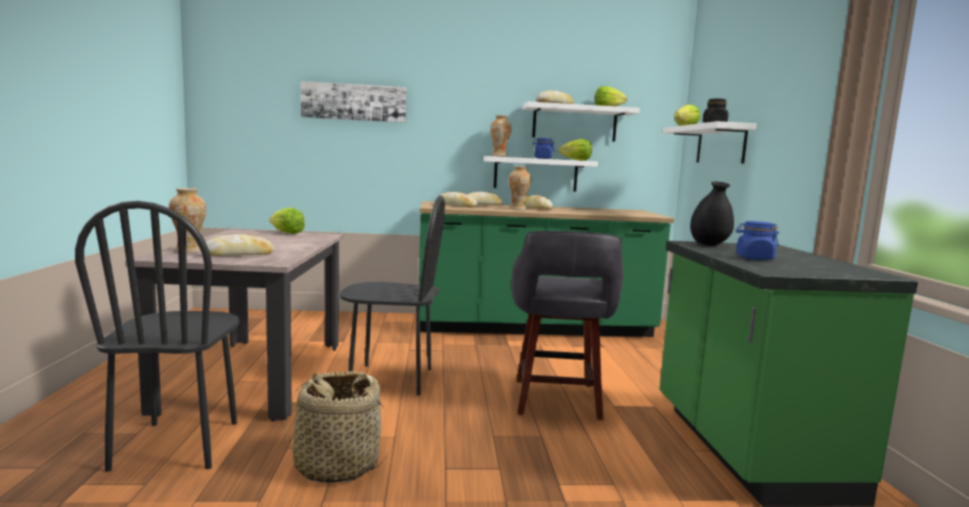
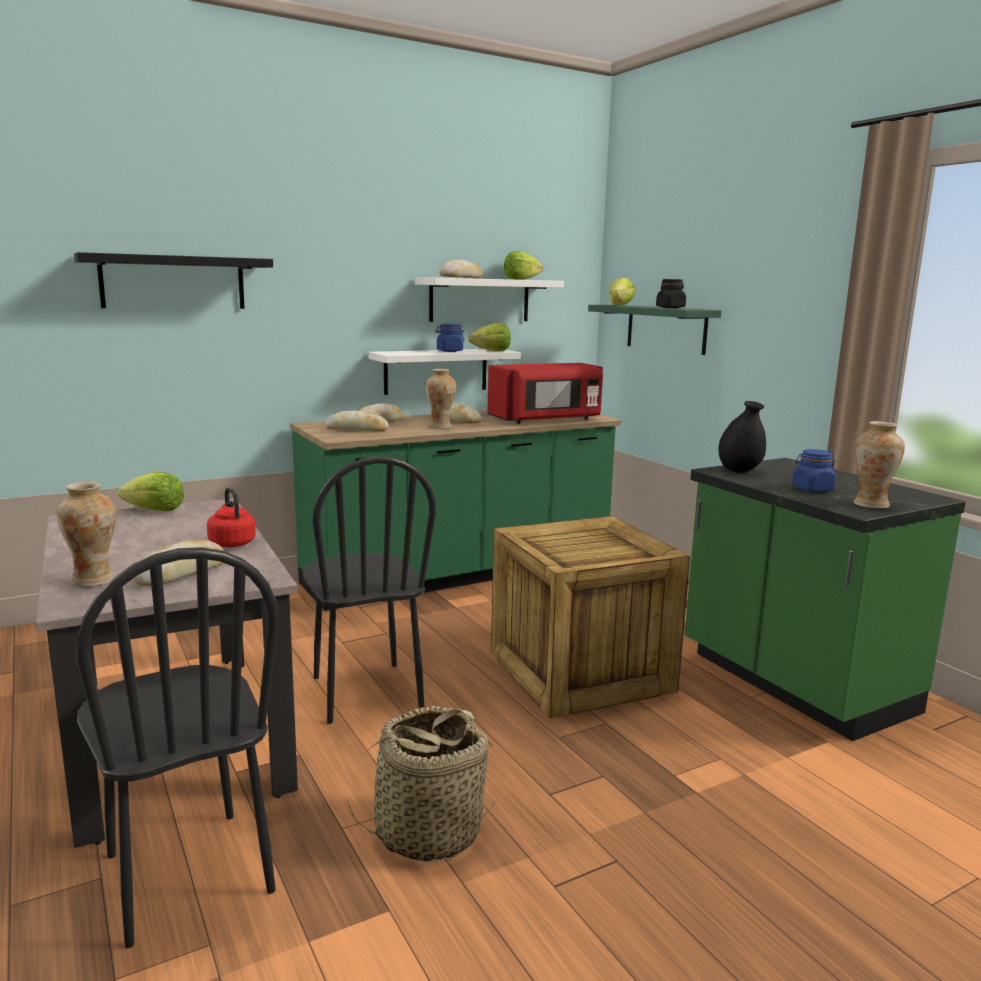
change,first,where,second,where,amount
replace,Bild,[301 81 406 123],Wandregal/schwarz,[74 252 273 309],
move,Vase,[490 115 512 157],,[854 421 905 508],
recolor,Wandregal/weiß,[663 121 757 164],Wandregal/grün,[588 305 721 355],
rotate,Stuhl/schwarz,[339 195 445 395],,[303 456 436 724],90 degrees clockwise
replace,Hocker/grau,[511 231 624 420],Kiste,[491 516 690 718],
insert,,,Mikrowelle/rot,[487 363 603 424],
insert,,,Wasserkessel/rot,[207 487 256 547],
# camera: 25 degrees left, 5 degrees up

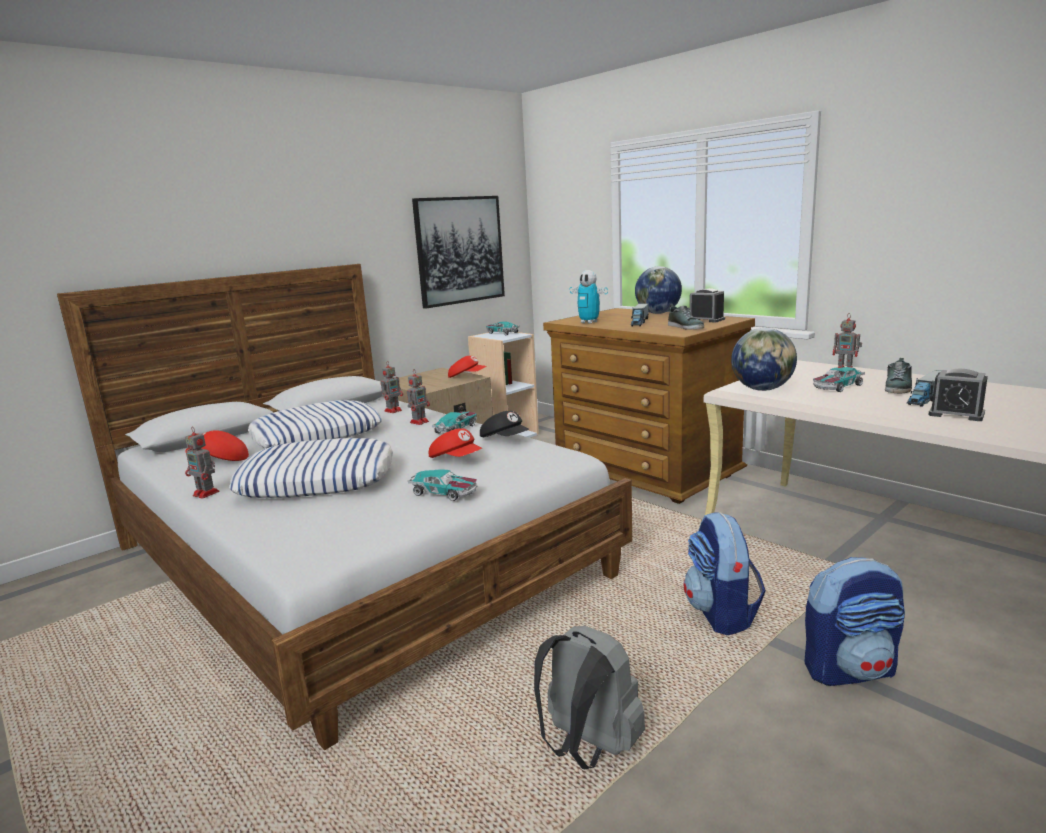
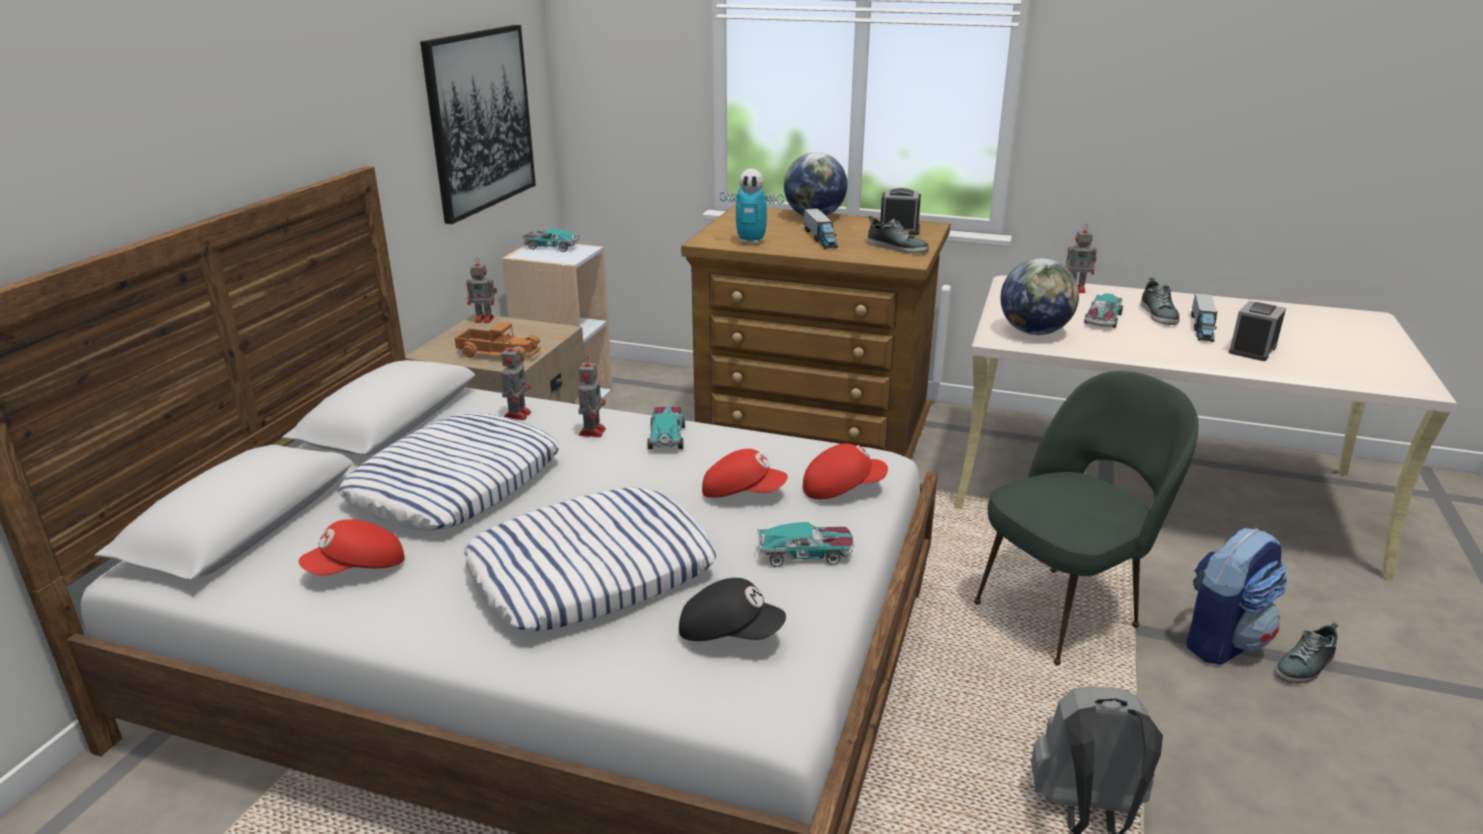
change,first,where,second,where,amount
move,Kappe/rot,[448 356 486 378],,[803 443 888 500],
rotate,Wecker,[928 369 988 421],,[1229 301 1286 361],120 degrees clockwise
move,Kappe/schwarz,[480 411 529 437],,[679 578 786 641],
move,Spielzeugroboter,[185 427 220 499],,[466 257 497 323],
replace,Rucksack,[684 512 766 635],Stuhl/grün,[974 371 1199 665],
insert,,,Spielzeuglaster,[455 322 541 362],
insert,,,Schuh,[1274 622 1338 683],
# camera: 30 degrees left, 10 degrees up

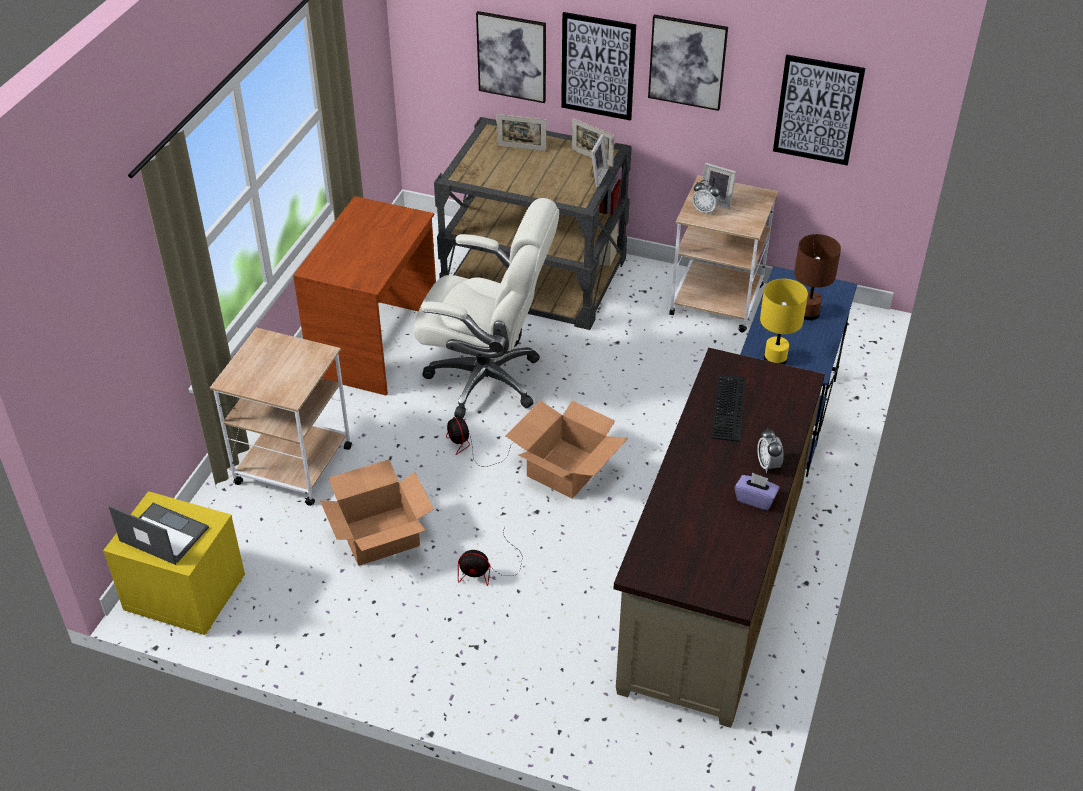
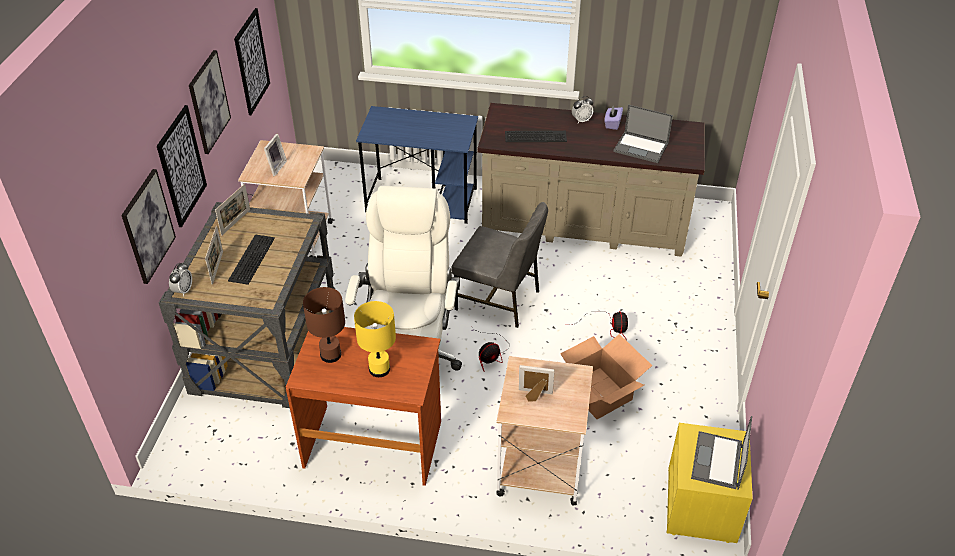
change,first,where,second,where,amount
move,Bilderrahmen,[590 134 608 187],,[519 365 554 402],
move,Wecker,[692 180 720 215],,[169 262 192 296],
move,Tischlampe/braun,[794 234 841 320],,[303 287 345 363],
move,Tischlampe/gelb,[760 278 808 365],,[354 301 396 377],
replace,Karton,[505 400 628 499],Stuhl/grau,[451 202 548 328],
insert,,,Laptop,[613 105 673 163],
insert,,,Tastatur,[228 234 275 285],
# camera: 100 degrees left, 0 degrees up

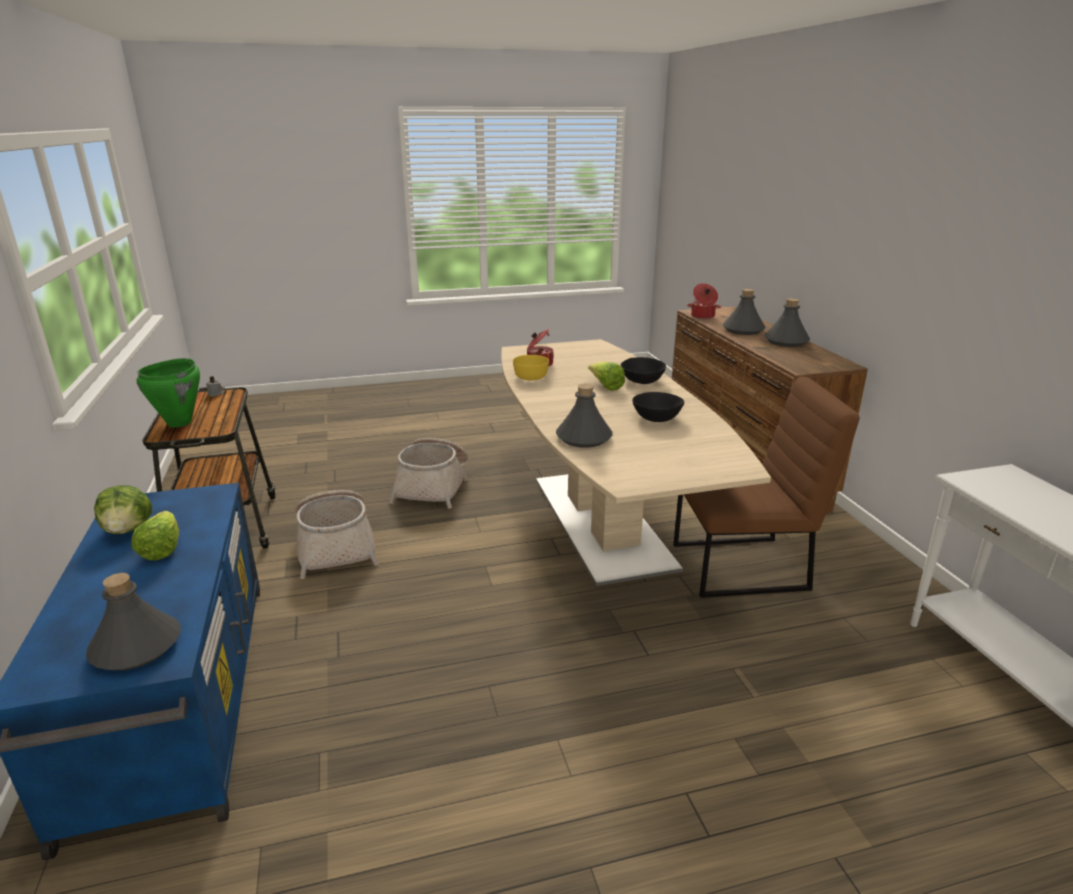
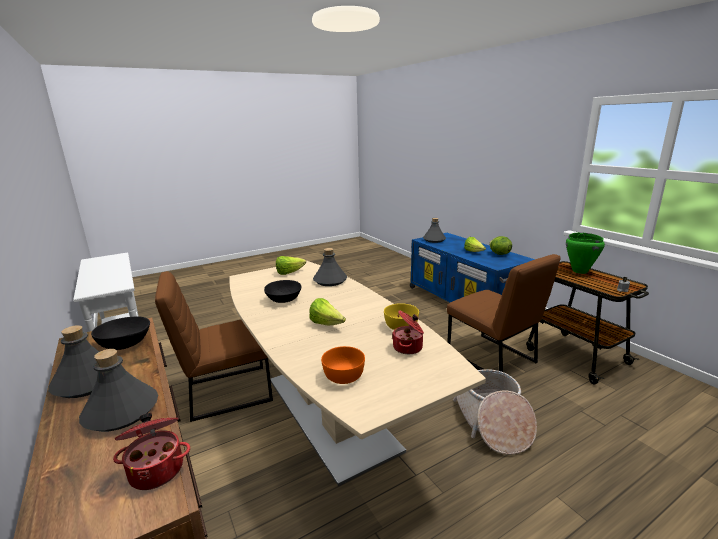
change,first,where,second,where,amount
move,Schüssel/schwarz,[621 357 666 384],,[91 316 150 350],
replace,Korb,[295 490 379 579],Stuhl/braun,[447 254 561 372],
insert,,,Salatkopf,[276 256 306 275],
insert,,,Schüssel/orange,[321 346 365 384],
# camera: 165 degrees right, 5 degrees down

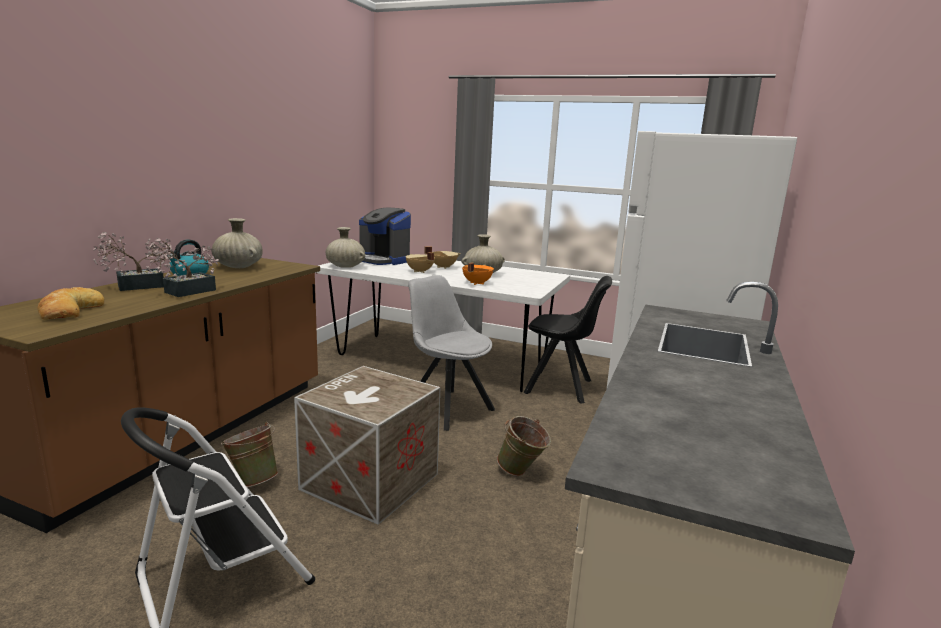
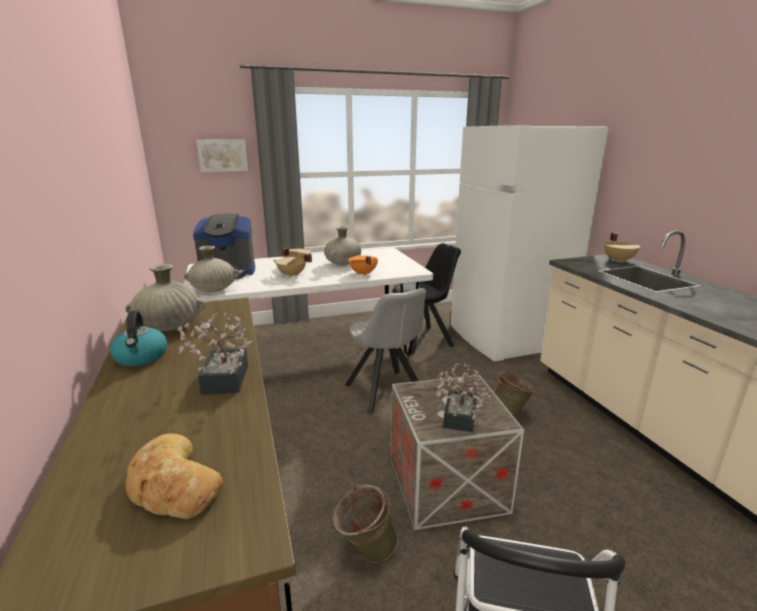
change,first,where,second,where,amount
move,Topfpflanze,[93 232 173 291],,[436 363 491 432],
rotate,Stuhl/grau,[408 275 495 431],,[345 288 426 414],120 degrees counterclockwise
insert,,,Bild,[196 139 248 172],
insert,,,Kochtopf/beige,[604 232 640 263],
# camera: 40 degrees left, 5 degrees up

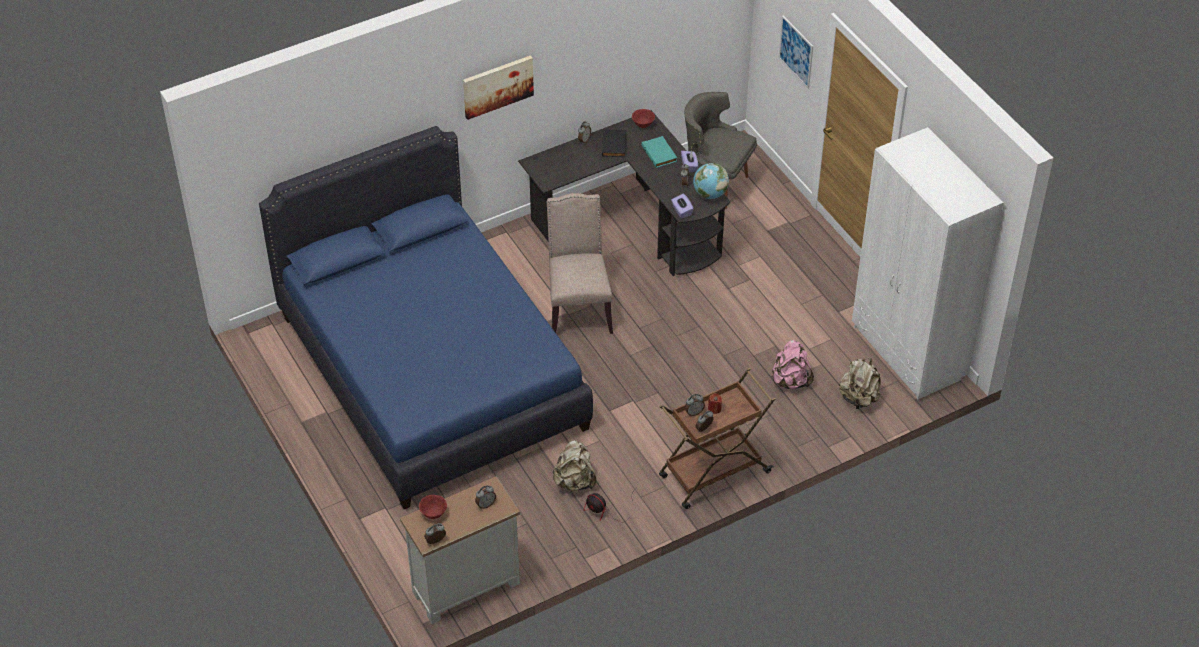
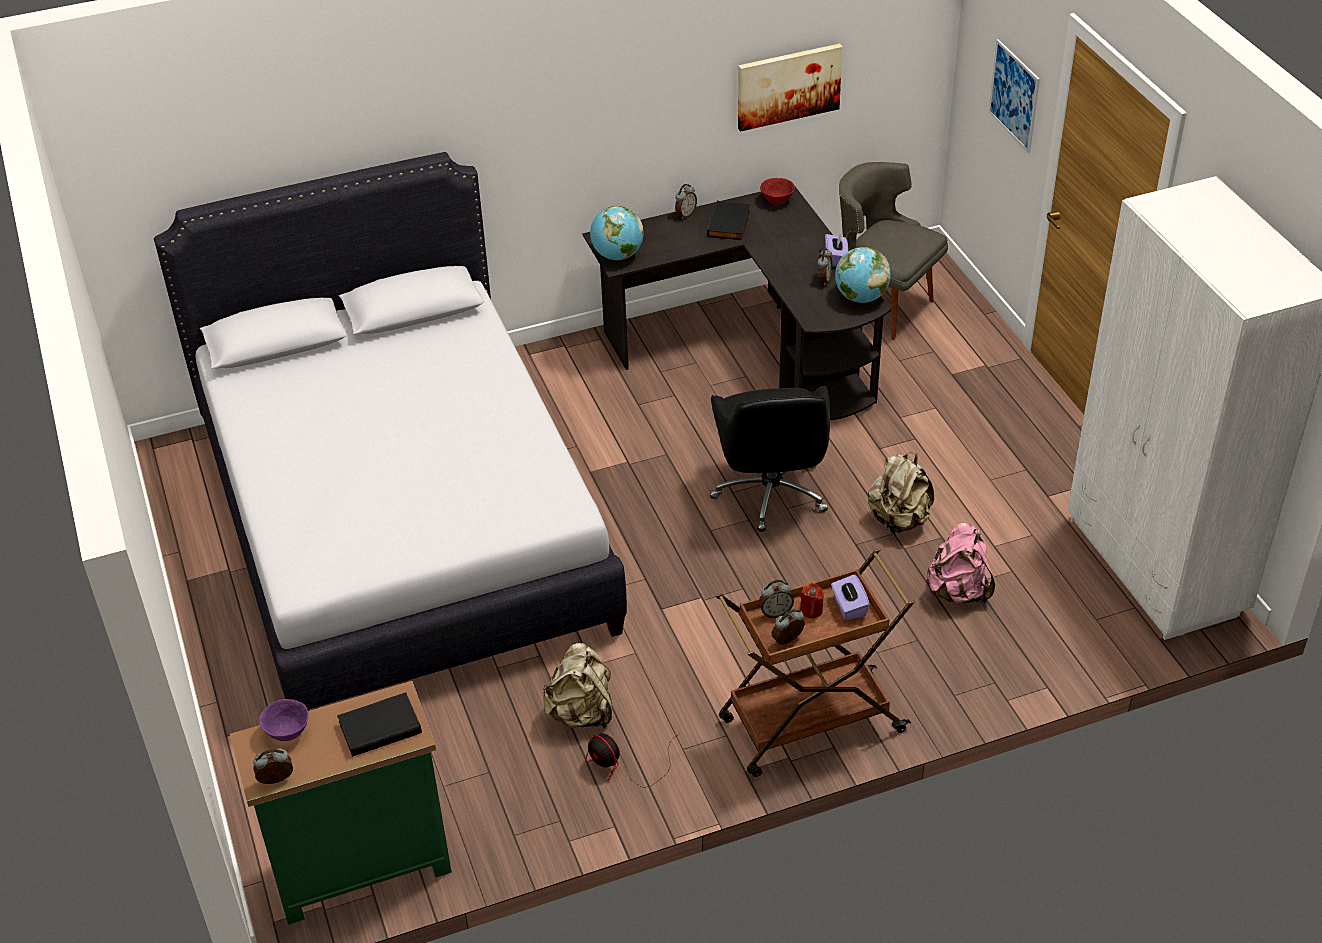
change,first,where,second,where,amount
move,Bild,[463 55 534 120],,[738 44 843 132],
recolor,Bett/blau,[259 126 593 509],Bett/weiß,[154 152 627 711],
delete,Buch/türkis,[641 136 677 168],,,
delete,Stuhl/beige,[547 193 613 334],,,
move,Taschentuchbox/lila,[671 194 693 218],,[831 574 870 620],
move,Rucksack/beige,[839 357 881 409],,[868 452 934 534],
recolor,Kommode/weiß,[400 476 520 624],Kommode/grün,[230 681 452 925],
replace,Wecker,[475 485 496 509],Buch/schwarz,[337 692 422 757],
recolor,Schüssel/rot,[419 495 447 519],Schüssel/lila,[259 699 309 741],
insert,,,Globus,[590 206 643 260],
insert,,,Bürostuhl/schwarz,[710 385 830 532],
# camera: 10 degrees right, 5 degrees down

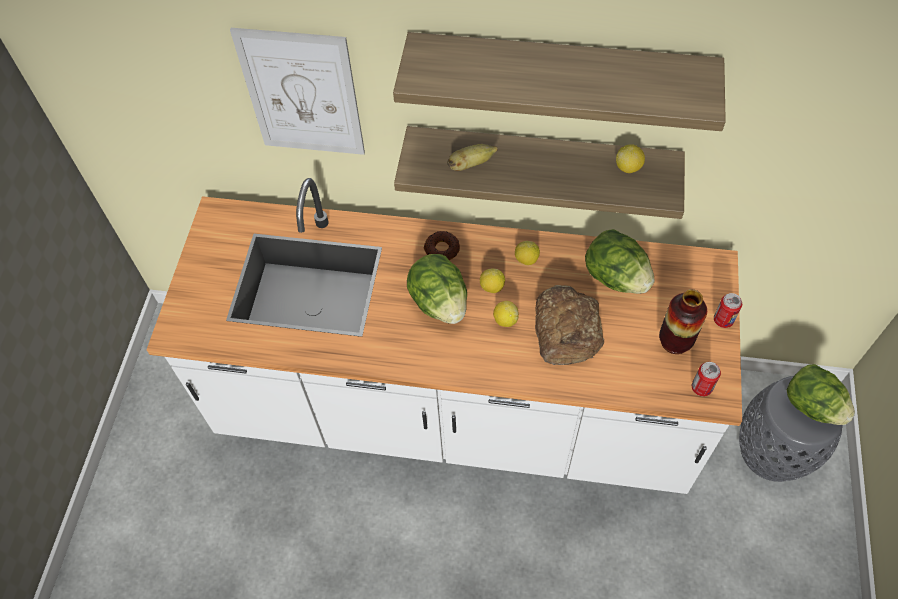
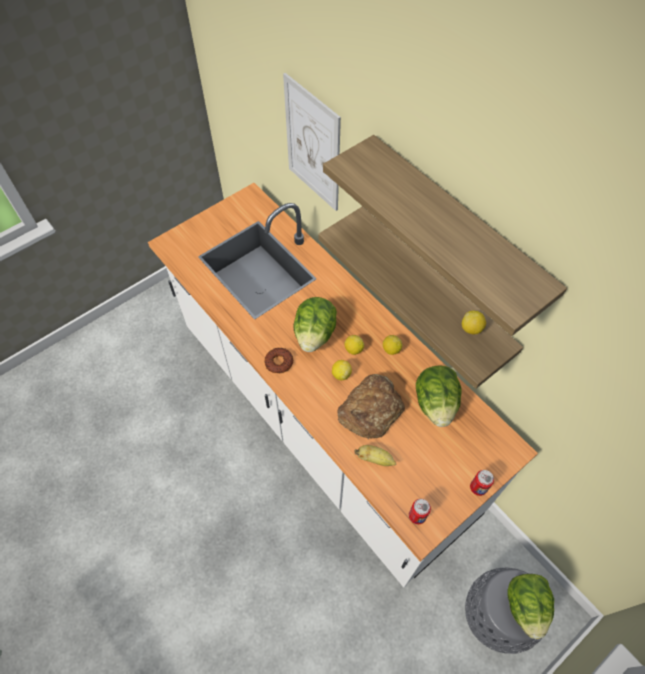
change,first,where,second,where,amount
move,Banane,[447 144 498 171],,[354 445 396 466],
move,Donut,[424 231 460 260],,[264 347 293 373],
delete,Vase,[659 289 707 354],,,
# camera: 40 degrees right, 0 degrees up

